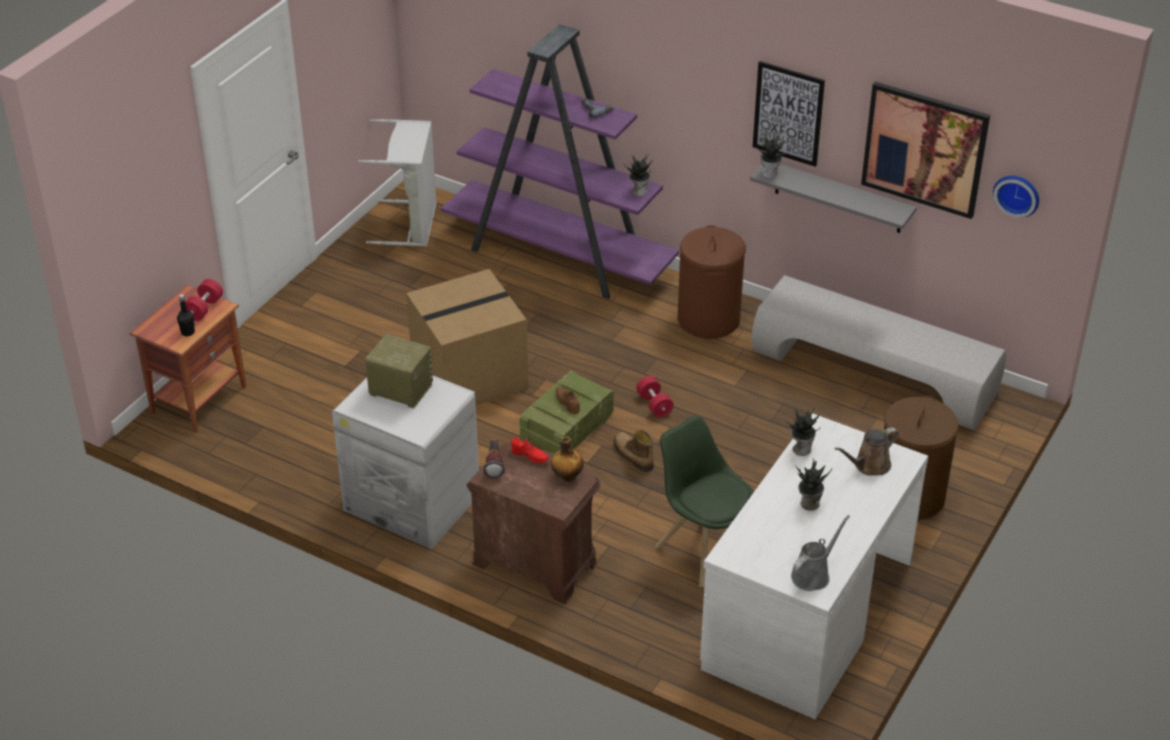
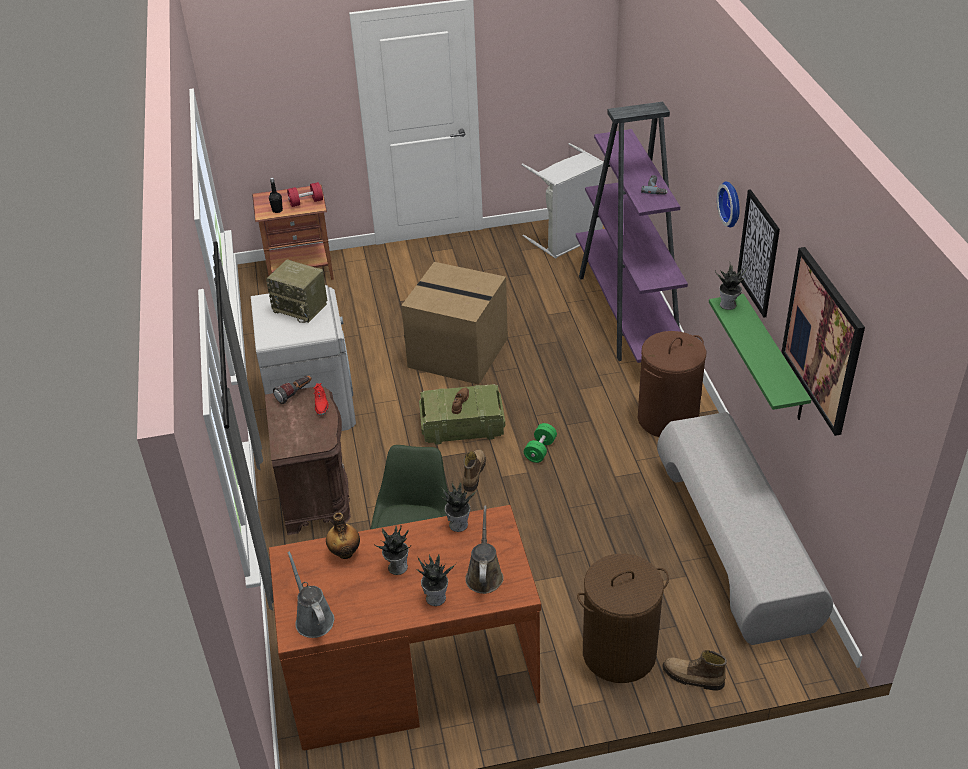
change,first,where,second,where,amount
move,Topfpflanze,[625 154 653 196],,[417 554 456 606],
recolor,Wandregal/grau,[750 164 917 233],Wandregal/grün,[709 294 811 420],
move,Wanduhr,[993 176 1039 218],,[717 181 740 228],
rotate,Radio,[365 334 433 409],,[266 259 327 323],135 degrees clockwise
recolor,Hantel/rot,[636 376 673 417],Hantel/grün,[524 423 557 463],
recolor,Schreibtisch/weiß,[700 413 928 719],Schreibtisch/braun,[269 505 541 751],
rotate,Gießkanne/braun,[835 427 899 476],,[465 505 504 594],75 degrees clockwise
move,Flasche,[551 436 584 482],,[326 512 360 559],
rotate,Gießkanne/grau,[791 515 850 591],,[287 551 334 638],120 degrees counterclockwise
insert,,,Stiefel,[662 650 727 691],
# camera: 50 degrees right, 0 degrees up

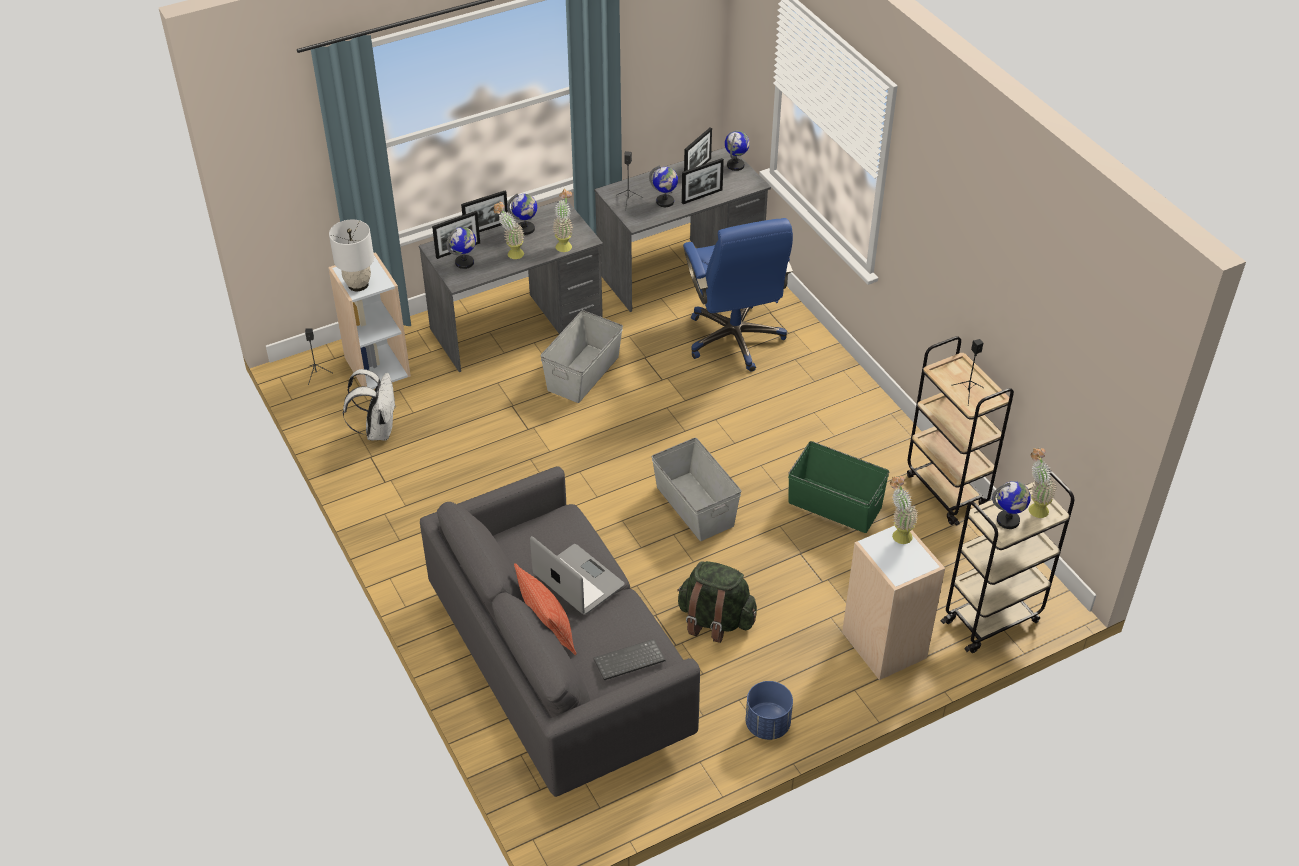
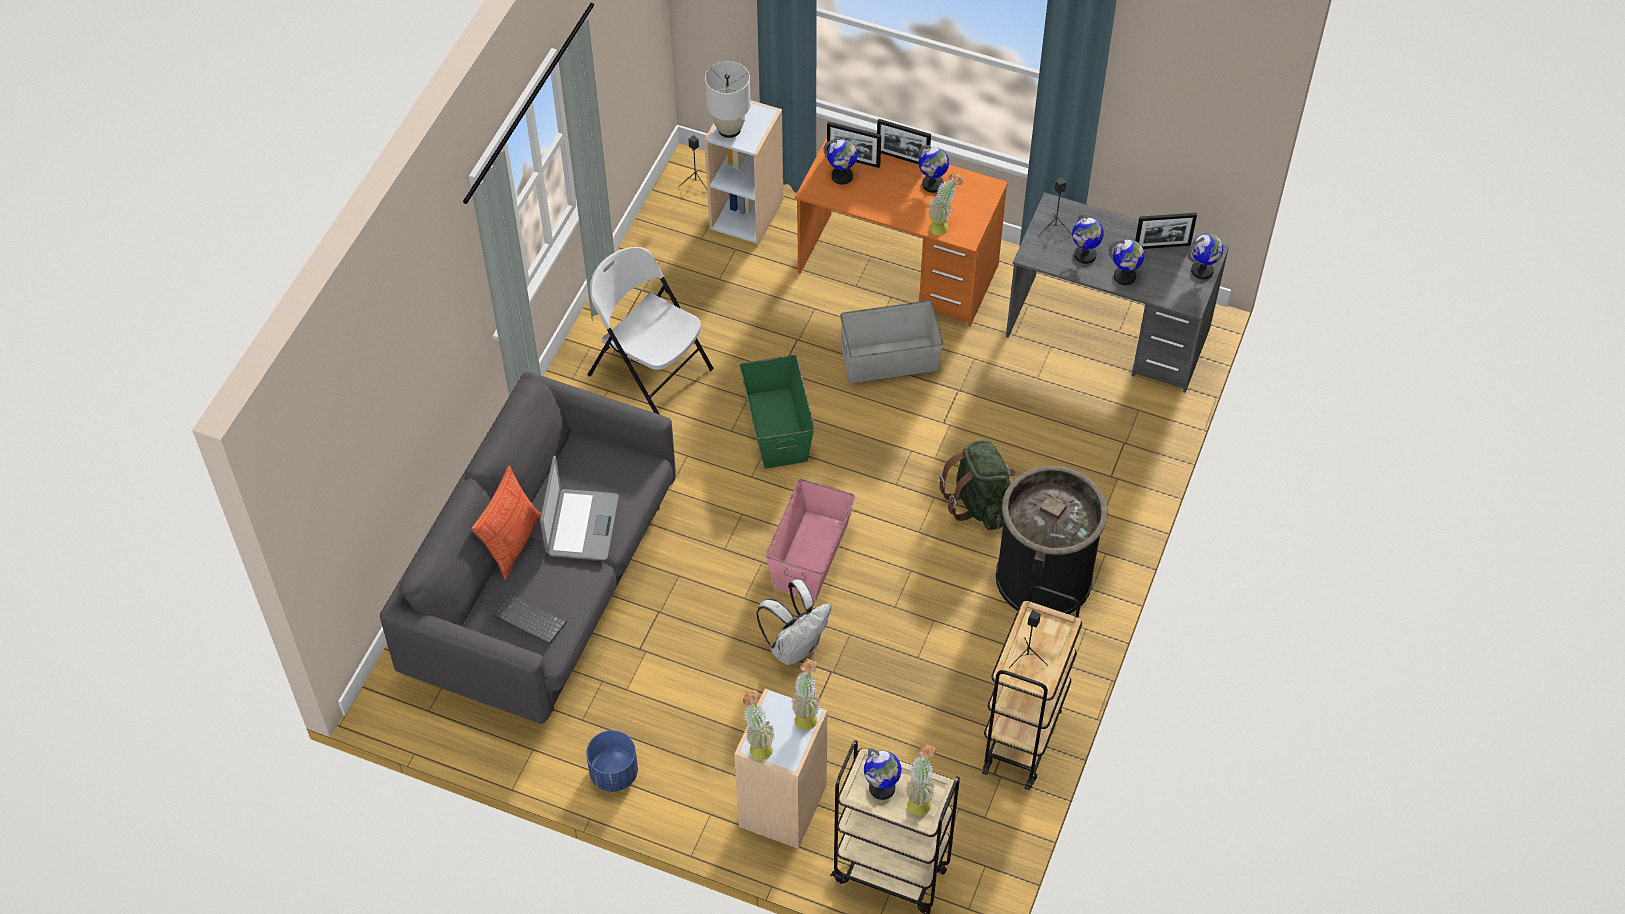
change,first,where,second,where,amount
replace,Bilderrahmen,[682 158 724 204],Globus,[1109 239 1145 285],
recolor,Schreibtisch/grau,[419 199 603 372],Schreibtisch/orange,[795 138 1008 327],
move,Topfpflanze,[493 202 524 259],,[743 690 775 760],
delete,Bürostuhl/blau,[683 218 793 371],,,
move,Rucksack/weiß,[343 369 396 441],,[756 579 832 665],
recolor,Aufbewahrungsbox/grau,[652 438 741 541],Aufbewahrungsbox/rosa,[766 479 855 600],
move,Aufbewahrungsbox/grün,[788 441 889 533],,[740 355 815 468],
move,Rucksack/grün,[677 561 757 643],,[939 440 1016 530],
insert,,,Stuhl/weiß,[588 247 714 414],
insert,,,Mülleimer/schwarz,[996 466 1108 614],
# camera: 50 degrees right, 10 degrees up

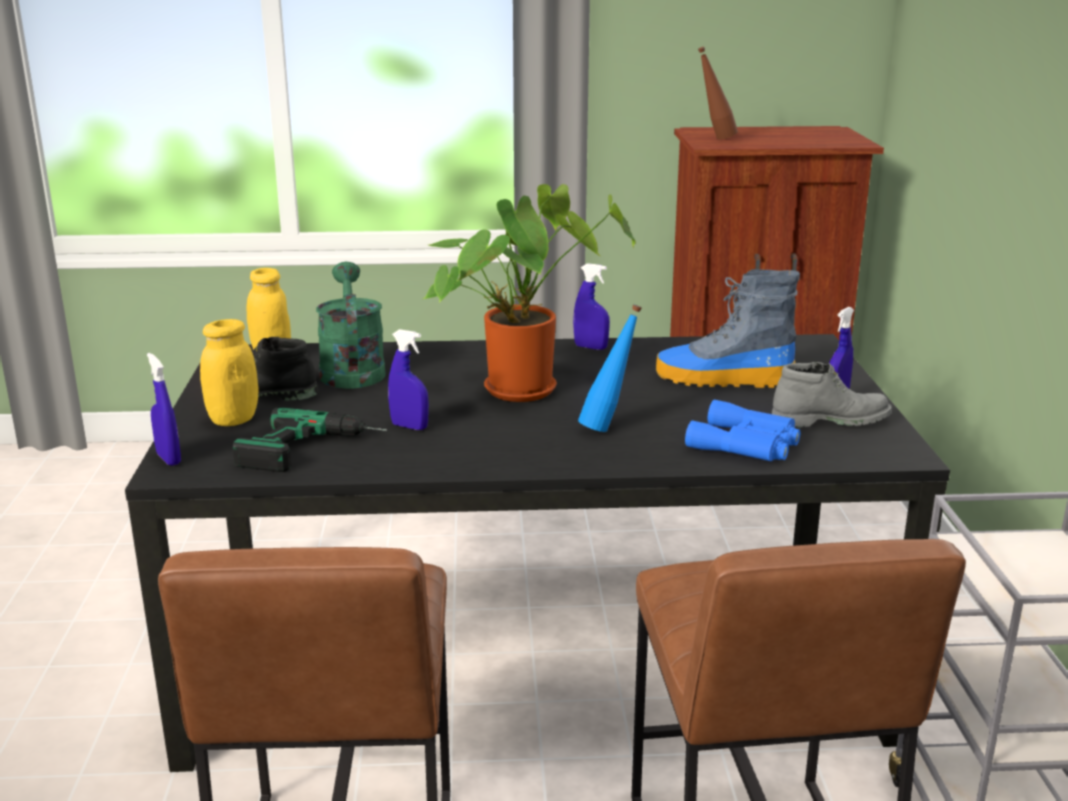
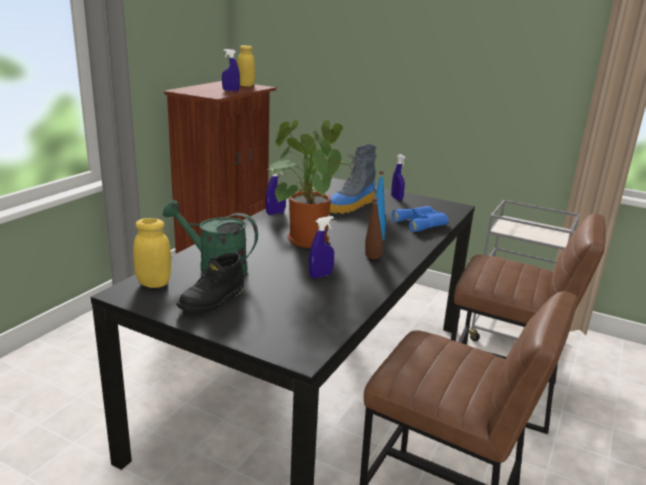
change,first,where,second,where,amount
move,Flasche/braun,[698 47 738 139],,[365 196 383 259],
move,Vorratsglas/gelb,[200 319 259 426],,[237 45 255 87],
move,Sprühflasche/blau,[147 353 181 466],,[222 49 240 91],
delete,Stiefel/grau,[772 362 892 428],,,
delete,Bohrmaschine,[233 408 387 472],,,
# camera: 60 degrees left, 0 degrees up

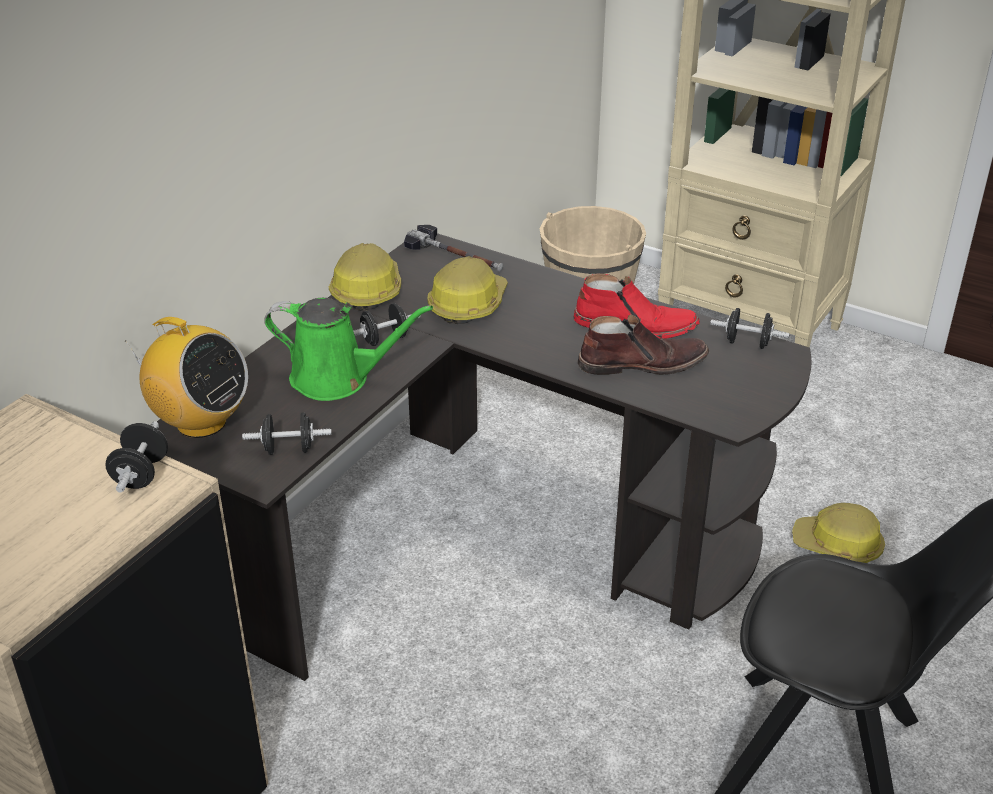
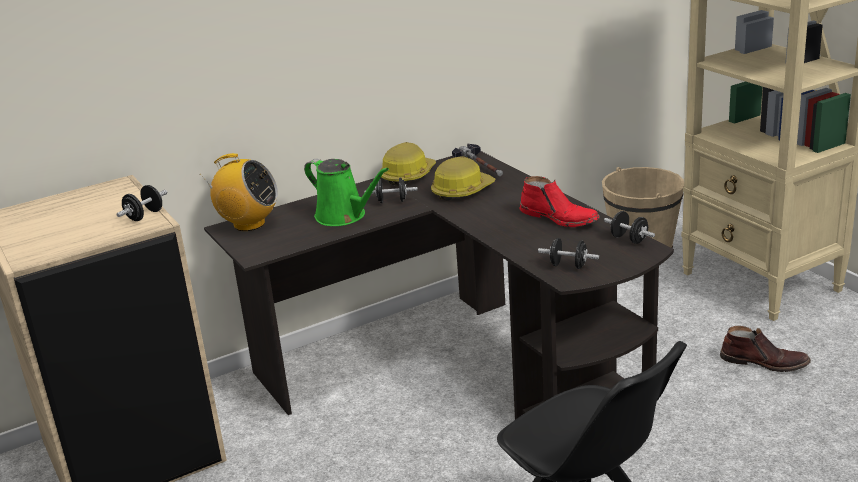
change,first,where,second,where,amount
move,Stiefel/braun,[578 315 709 375],,[720 326 811 372],
rotate,Radio,[125 317 248 438],,[201 153 278 231],45 degrees counterclockwise
move,Hantel/schwarz,[242 412 332 455],,[538 238 599 269],
delete,Schutzhelm,[792 503 885 563],,,
# camera: 30 degrees right, 10 degrees down

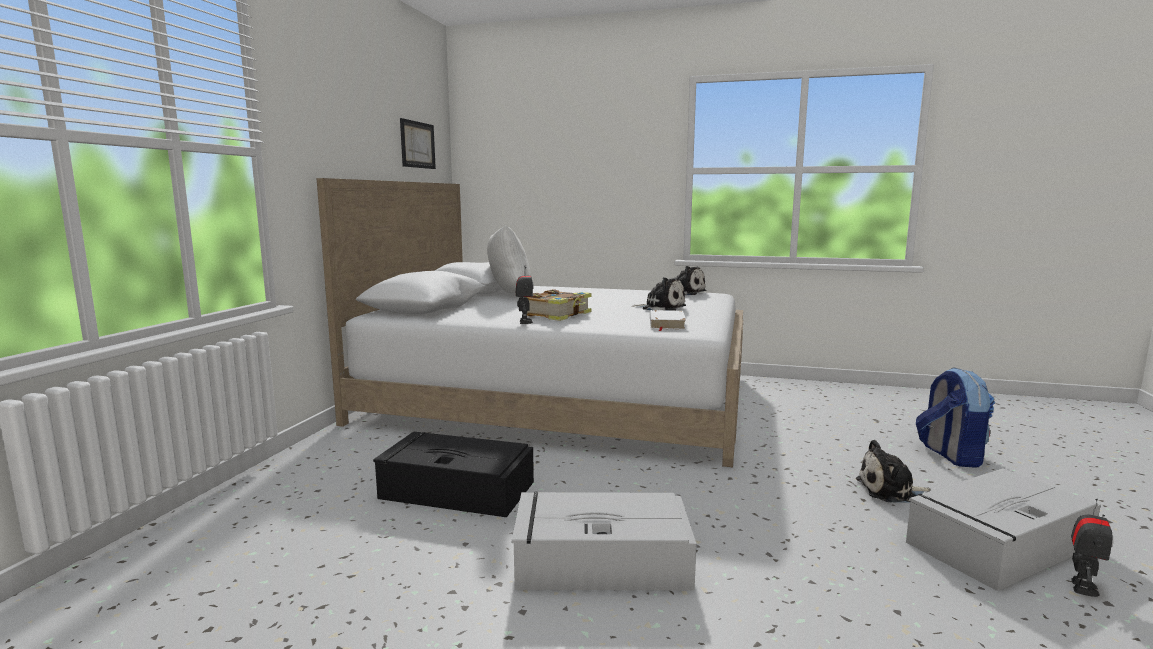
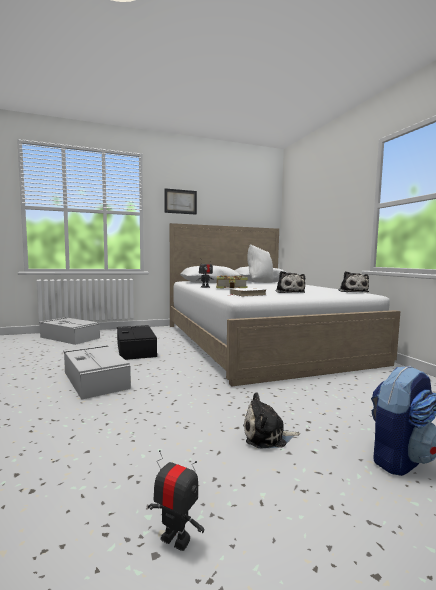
change,first,where,second,where,amount
move,Bild,[400 118 436 169],,[164 188 197 215],
rotate,Plüschtier,[856 440 931 503],,[243 392 300 448],60 degrees counterclockwise
move,Aufbewahrungsbox/grau,[906 468 1101 591],,[39 318 100 345],
rotate,Spielzeugroboter,[1071 498 1114 597],,[148 450 204 551],150 degrees counterclockwise
# camera: 55 degrees right, 5 degrees down

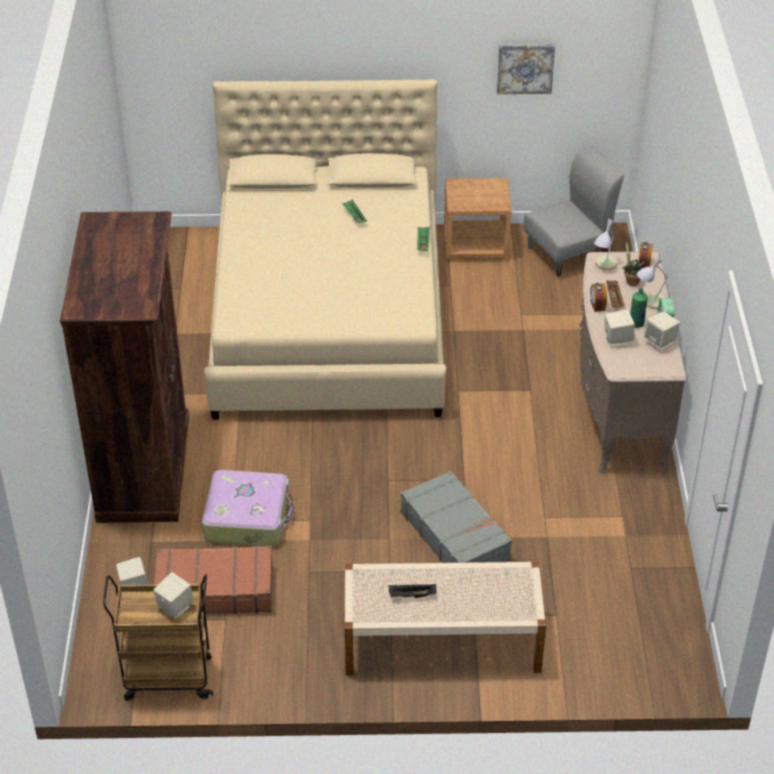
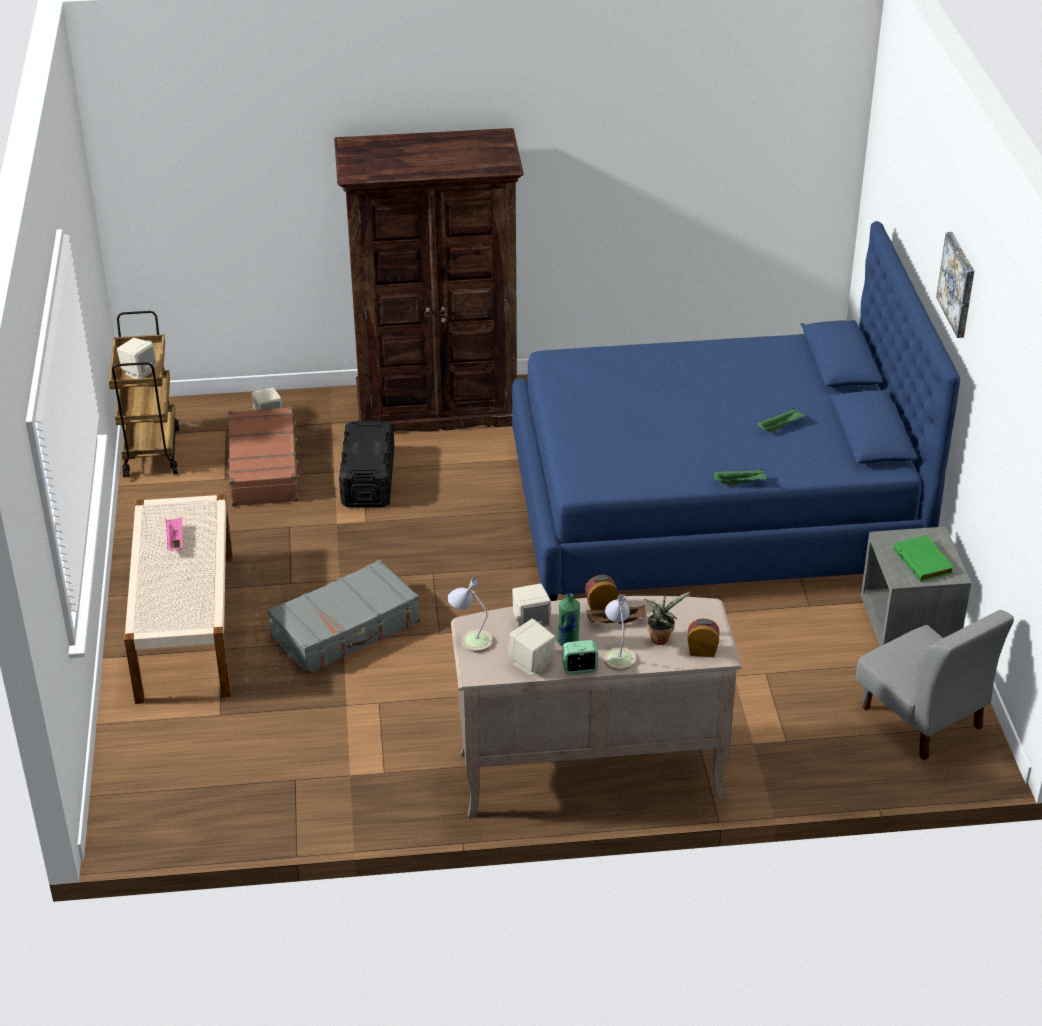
change,first,where,second,where,amount
move,Bild,[497 44 555 94],,[936 232 974 338],
recolor,Bett/beige,[204 79 446 420],Bett/blau,[512 221 960 601],
recolor,Nachttisch/braun,[444 178 511 259],Nachttisch/grau,[861 526 971 646],
move,Tischlampe,[594 219 617 270],,[448 577 493 653],
replace,Koffer,[202 470 294 546],Aufbewahrungsbox/schwarz,[339 420 394 507],
recolor,Tablett/schwarz,[388 584 437 598],Tablett/rosa,[166 517 182 551],
insert,,,Buch/grün,[894 535 954 582],
# camera: 85 degrees right, 5 degrees down

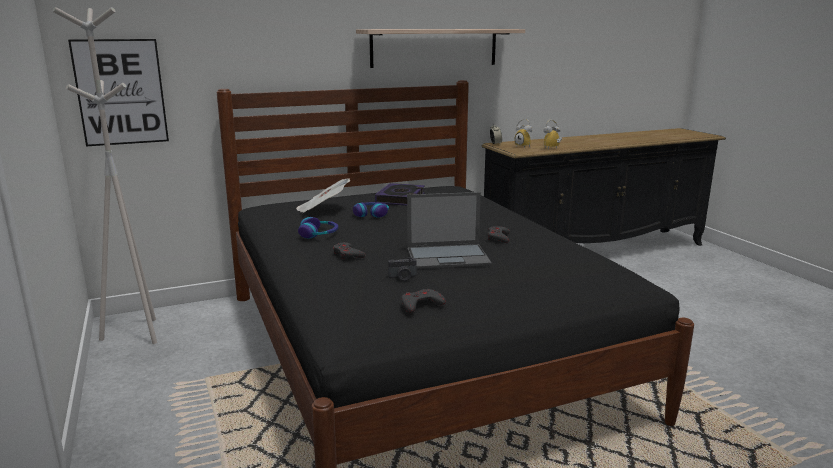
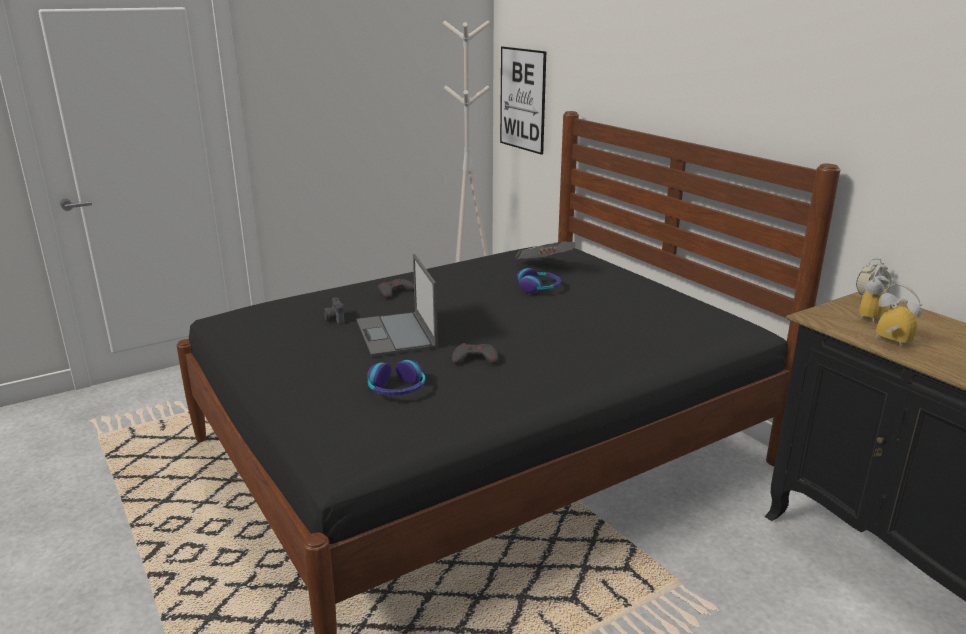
change,first,where,second,where,amount
delete,Wandregal,[356 29 525 68],,,
delete,Buch,[375 183 425 206],,,
move,Kopfhörer,[298 217 338 239],,[367 360 425 395],
delete,Gamepad/grau,[401 289 446 313],,,
# camera: 80 degrees right, 5 degrees up

